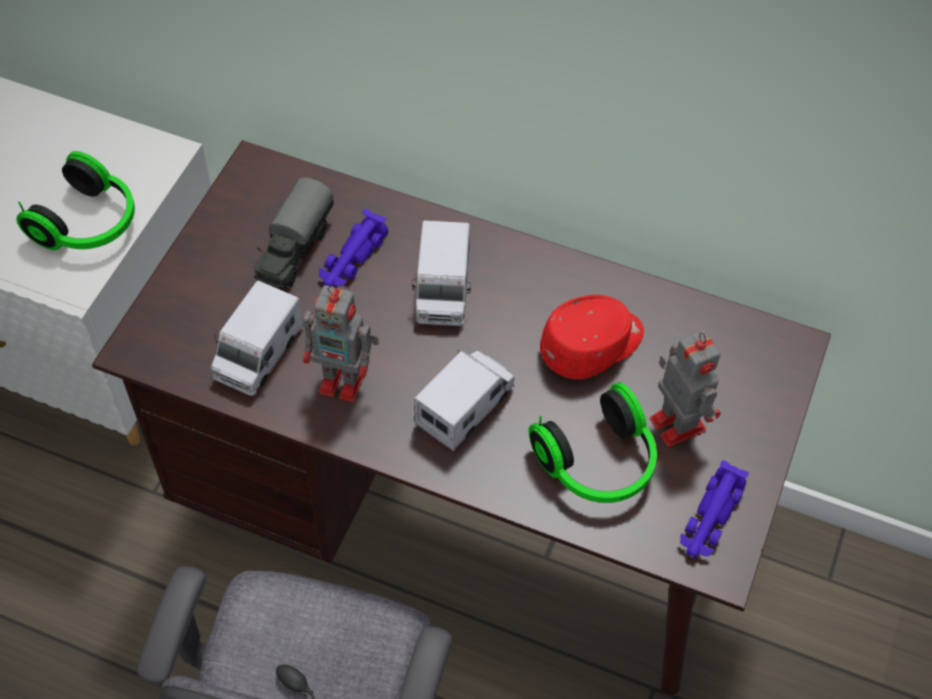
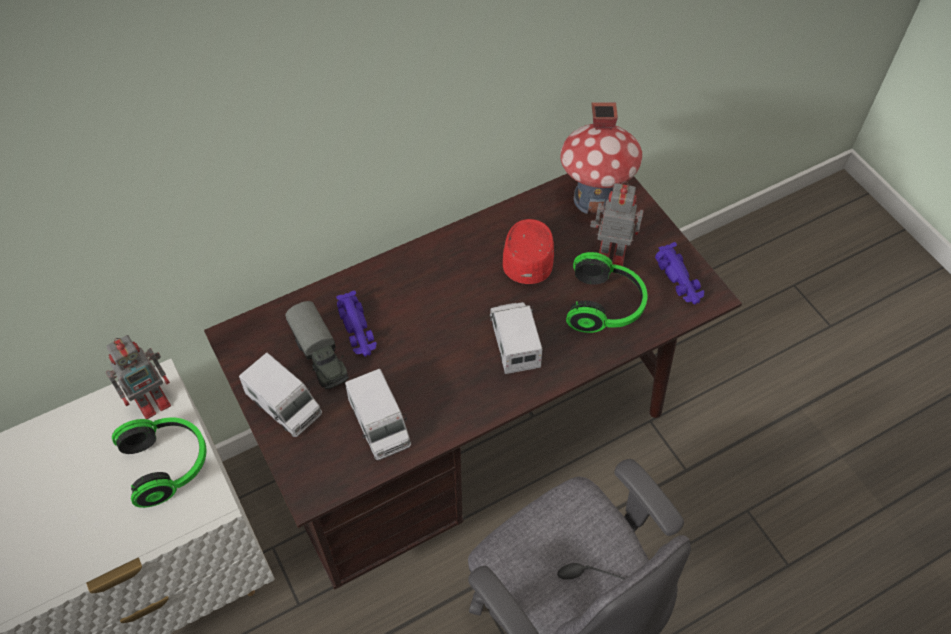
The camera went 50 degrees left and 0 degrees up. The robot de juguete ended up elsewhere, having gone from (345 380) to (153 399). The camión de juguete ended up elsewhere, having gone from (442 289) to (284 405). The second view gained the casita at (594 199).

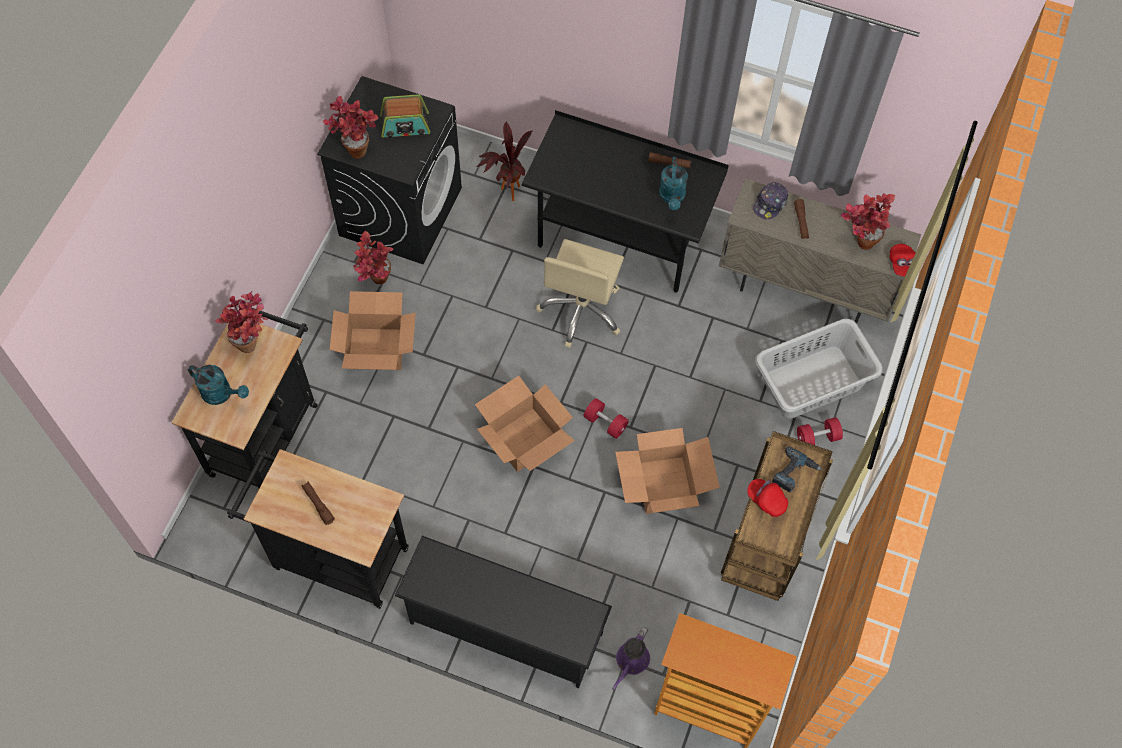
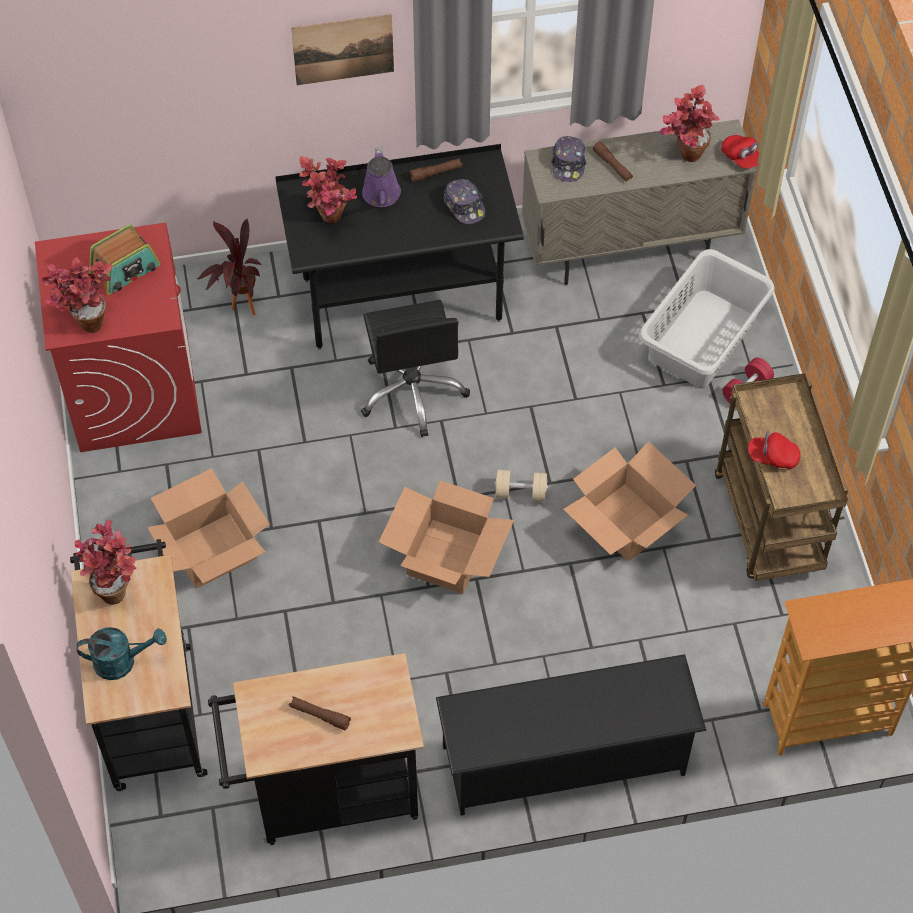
The camera went 30 degrees left and 5 degrees down. What was the lavadora/negro at (400 211) turned into the lavadora/rojo at (133 389). The planta en maceta ended up elsewhere, having gone from (375 282) to (330 222). What was the silla de oficina/beis at (582 310) turned into the silla de oficina/negro at (413 391). What was the mancuerna/rojo at (605 423) turned into the mancuerna/beis at (520 493). The regadera/morado ended up elsewhere, having gone from (631 661) to (381 196). Where the regadera/turquesa stood at (672 197), the gorra came to stand at (464 206). The second view lost the taladro at (794 473). The second view gained the cuadro at (343 49).

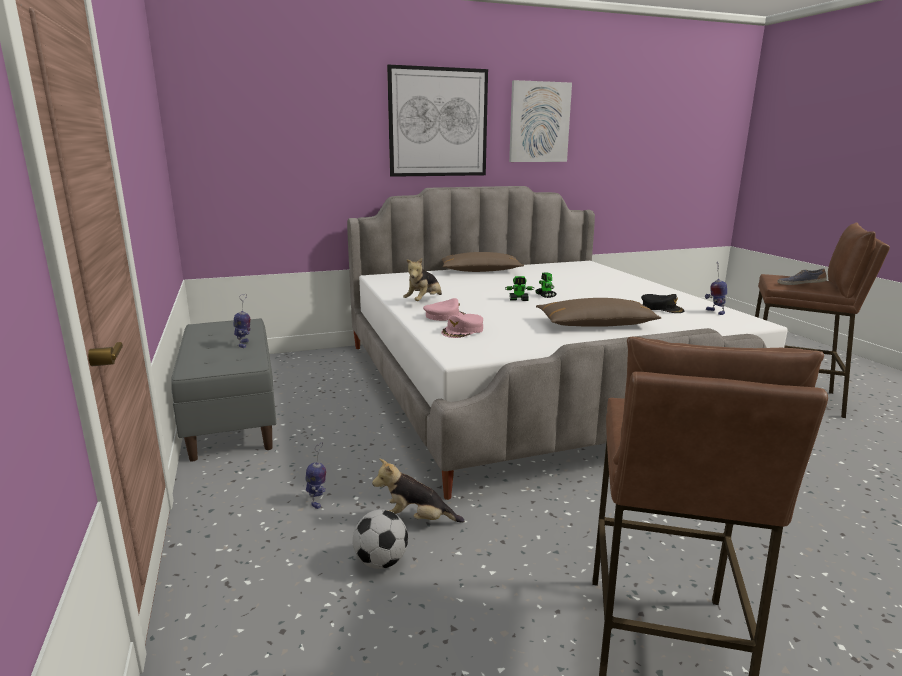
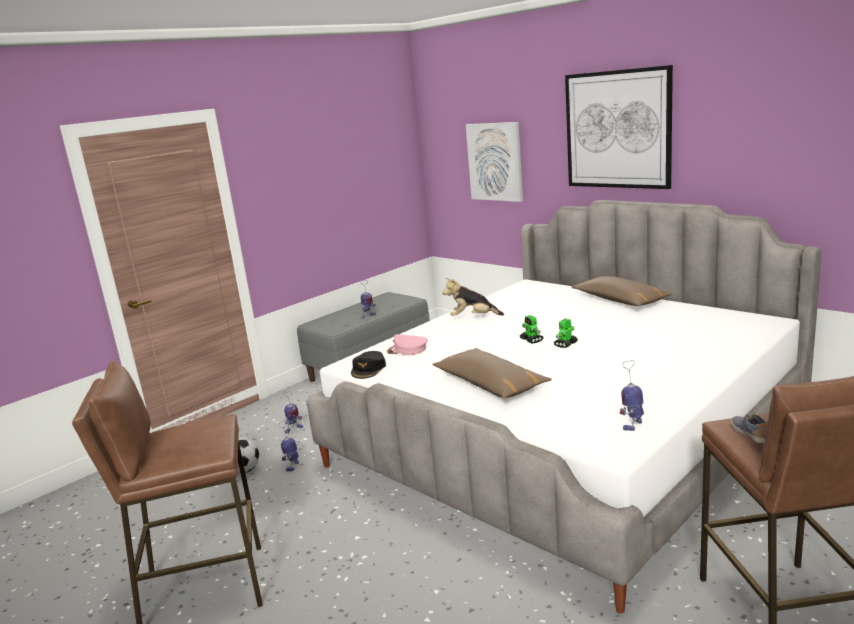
The camera went 65 degrees right and 0 degrees up. Where the peluche stood at (416 520), the robot de juguete came to stand at (293 465). The second view lost the gorra/rosa at (445 316). The cuadro ended up elsewhere, having gone from (539 122) to (495 161). The gorra/negro ended up elsewhere, having gone from (662 308) to (368 369).

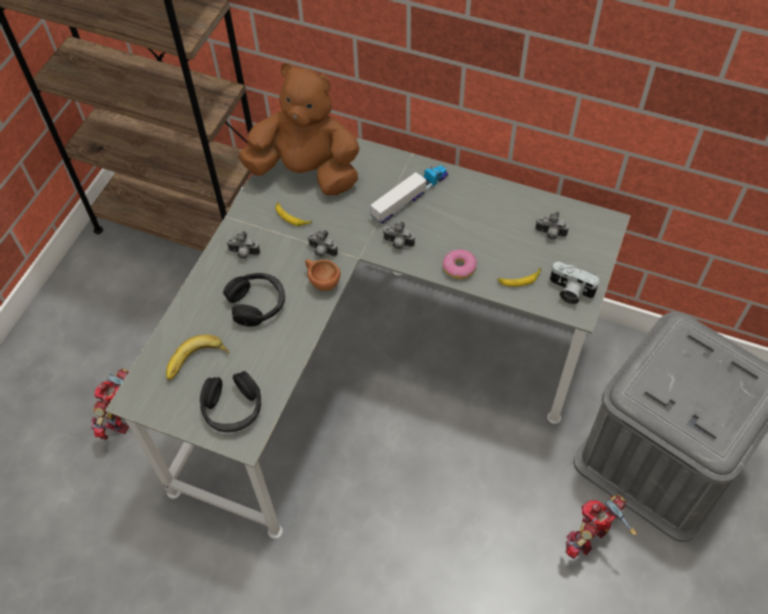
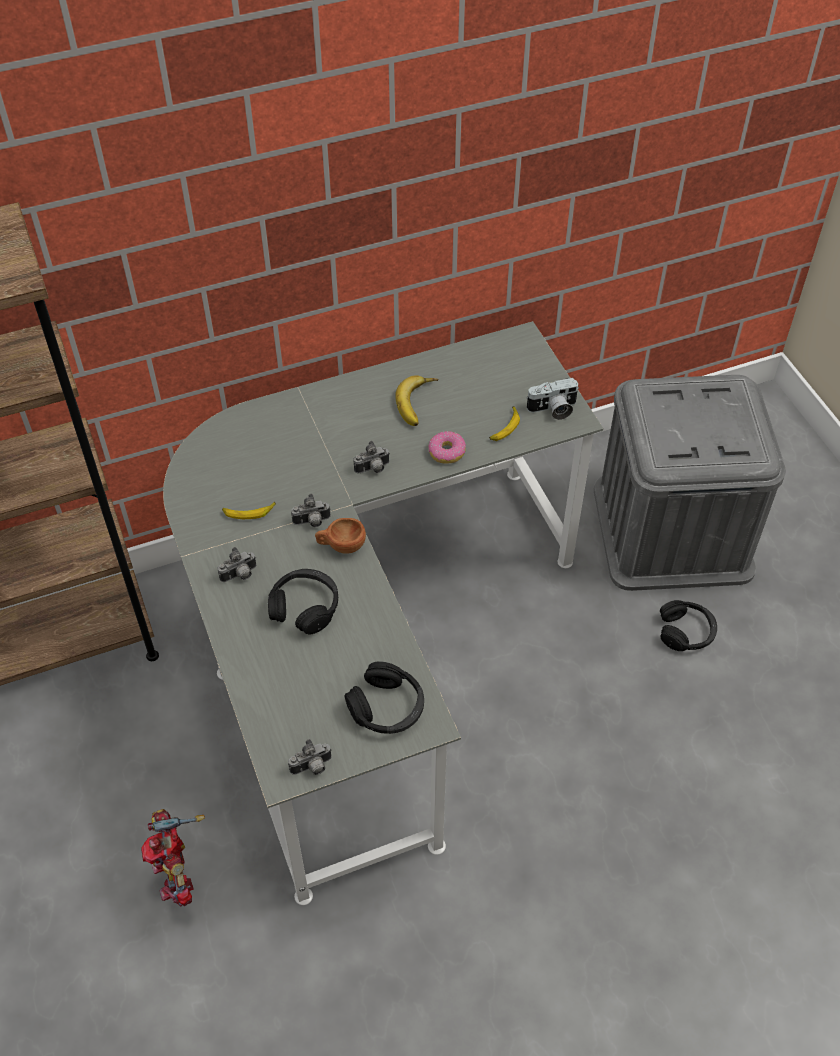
The camera went 45 degrees left and 5 degrees down. The plátano ended up elsewhere, having gone from (197 363) to (419 404). The second view lost the peluche/marrón at (306 172). The second view lost the camión de juguete at (410 197). The cámara ended up elsewhere, having gone from (550 234) to (312 767). Where the robot de juguete stood at (590 537), the auriculares/negro came to stand at (686 632).

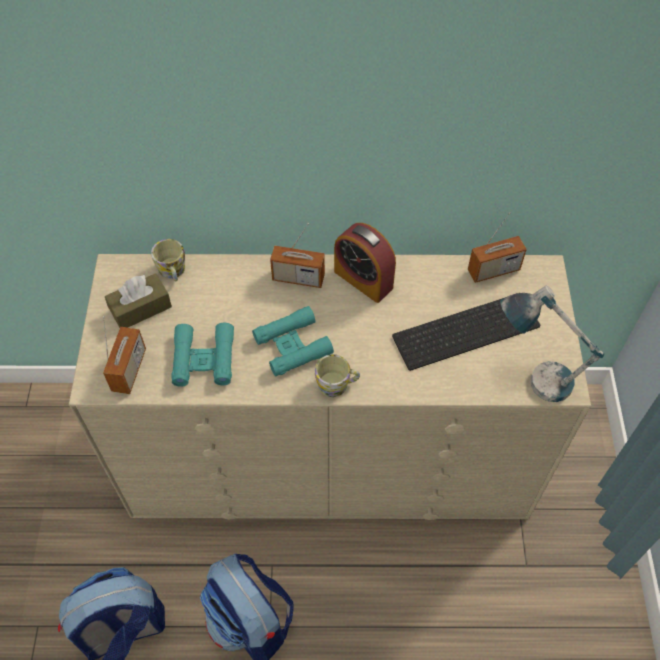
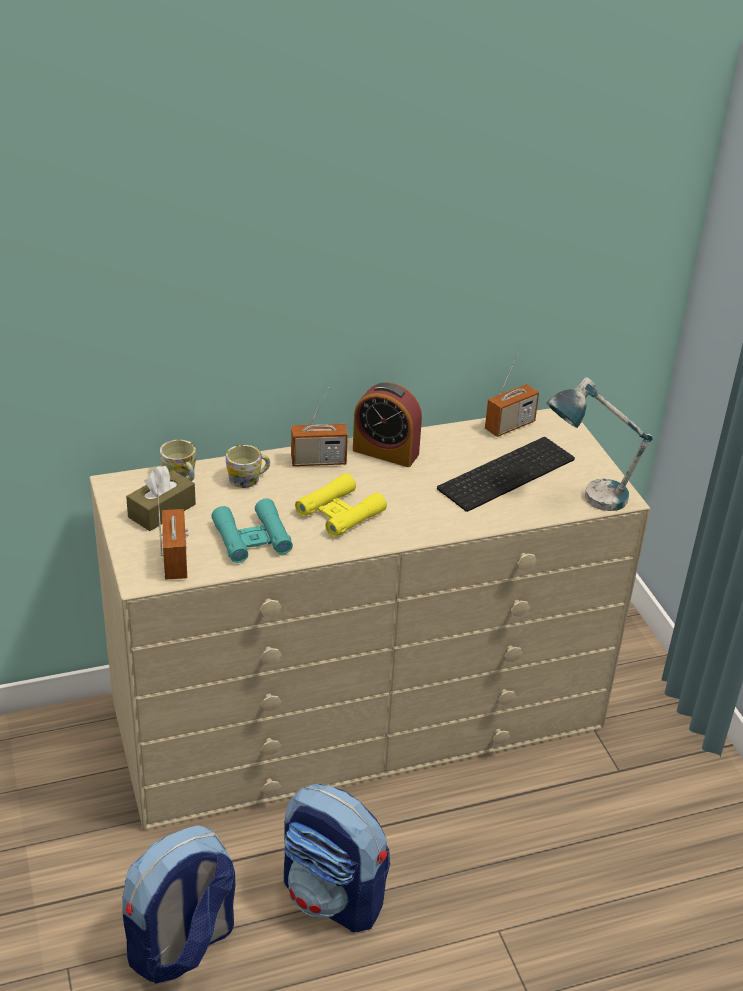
The camera went 20 degrees left and 20 degrees down. What was the prismáticos/turquesa at (292 346) turned into the prismáticos/amarillo at (340 513). The taza grande ended up elsewhere, having gone from (337 384) to (248 479).

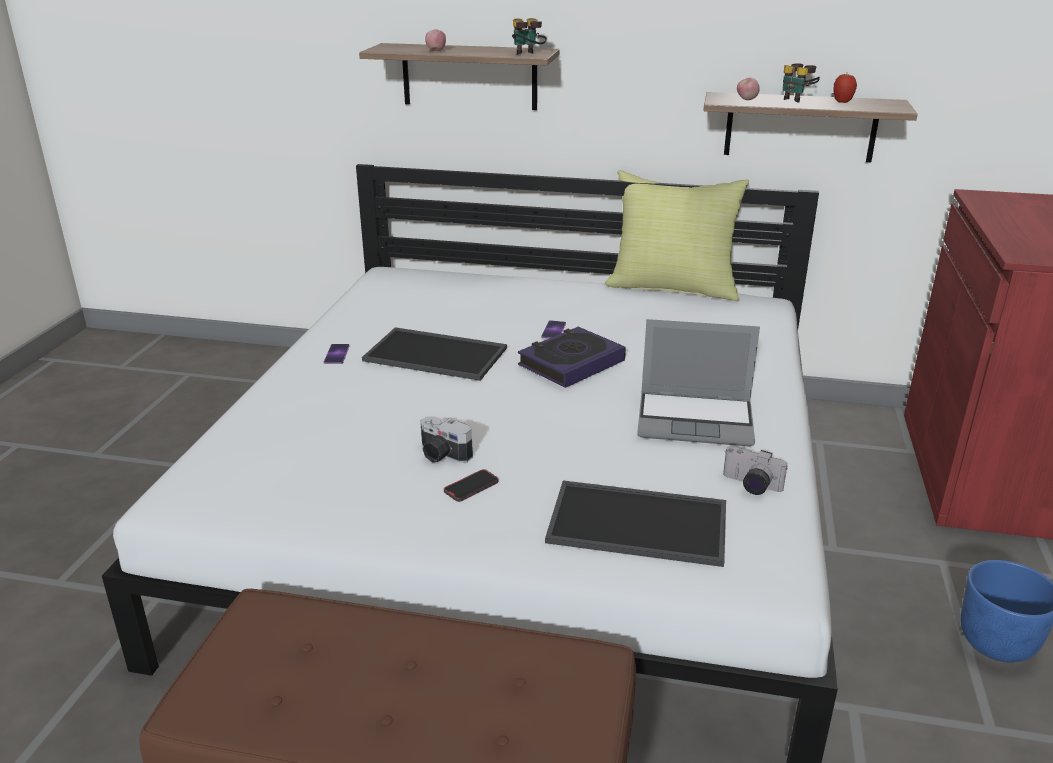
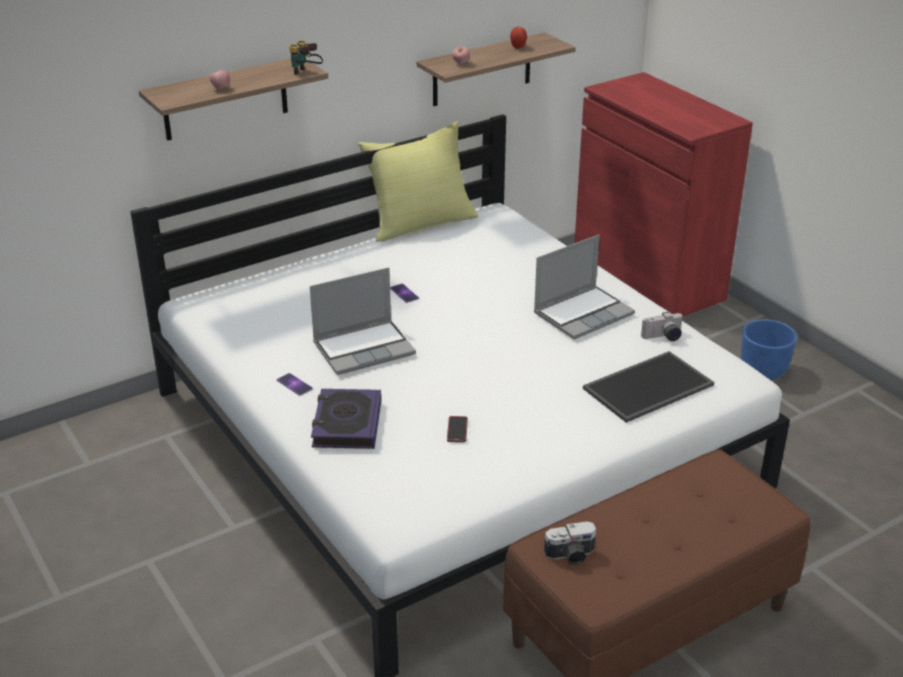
The camera went 45 degrees left and 5 degrees up. Where the bandeja stood at (437 354), the portátil came to stand at (364 348). The cámara ended up elsewhere, having gone from (442 455) to (571 556). The móvil ended up elsewhere, having gone from (471 487) to (457 431). The libro ended up elsewhere, having gone from (571 363) to (346 424). The second view lost the prismáticos at (796 100).

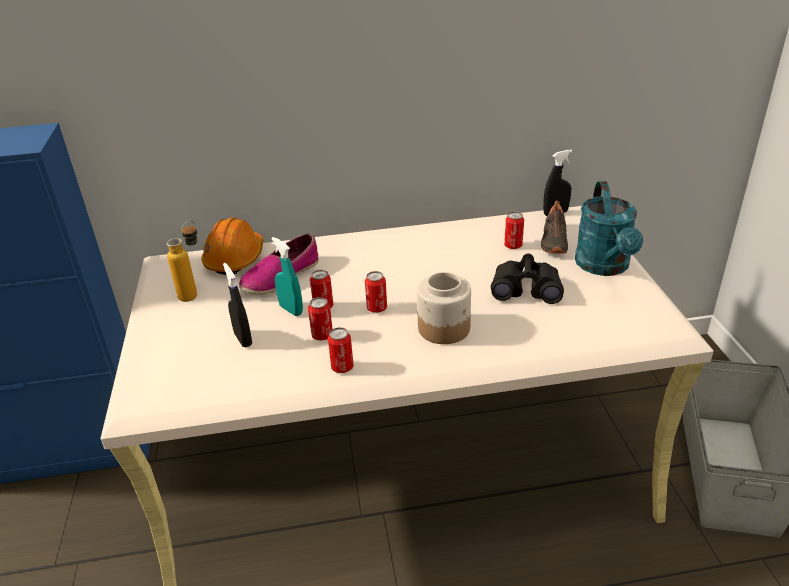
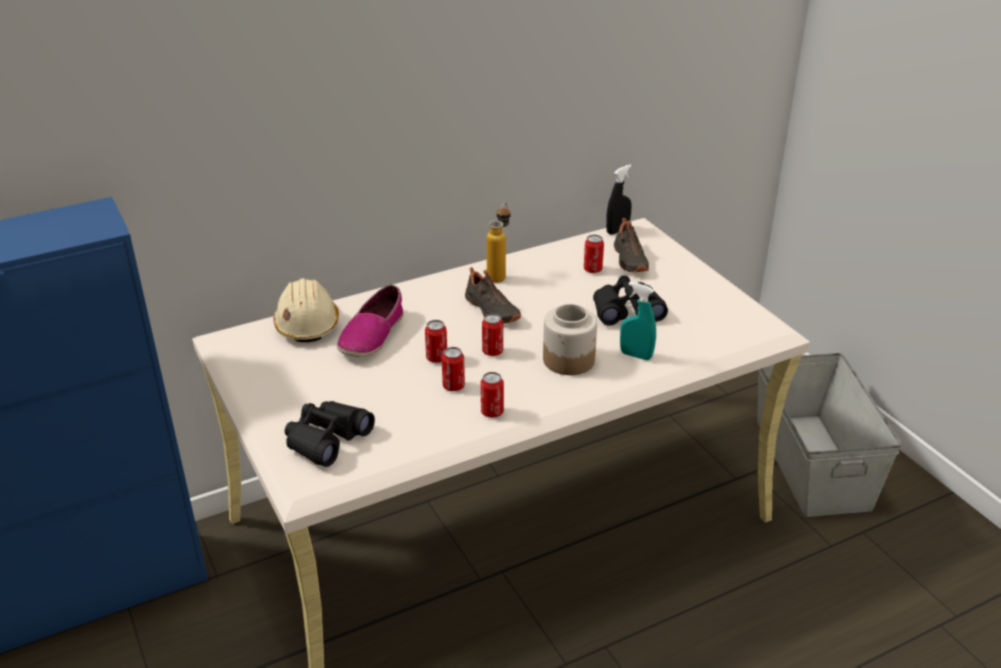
The camera went 20 degrees left and 0 degrees up. The botella ended up elsewhere, having gone from (194 293) to (499 275). What was the casco/naranja at (235 259) turned into the casco/beis at (307 324). The second view lost the pulverizador/negro at (243 339). The pulverizador/turquesa ended up elsewhere, having gone from (291 310) to (636 355). The second view lost the regadera/turquesa at (605 267). The second view gained the prismáticos/negro at (327 440). The second view gained the zapato/negro at (490 311).

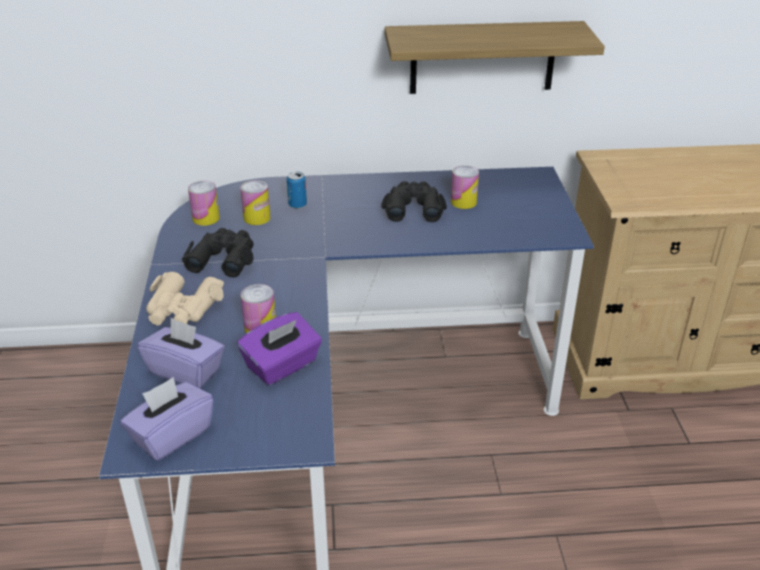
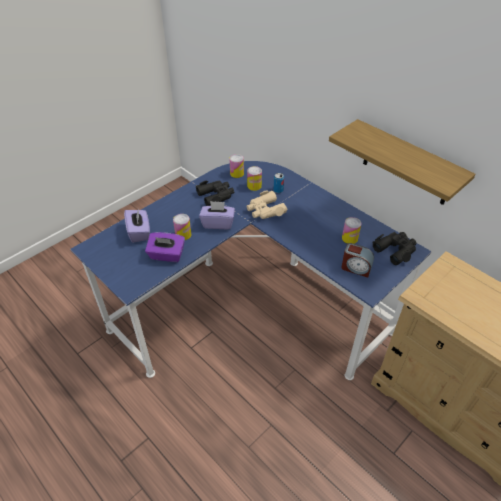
The camera went 50 degrees right and 10 degrees up. The caja de pañuelos/morado ended up elsewhere, having gone from (171 435) to (218 223). The prismáticos/beis ended up elsewhere, having gone from (182 309) to (265 210). The prismáticos/negro ended up elsewhere, having gone from (413 207) to (395 250). The second view gained the despertador at (356 268).

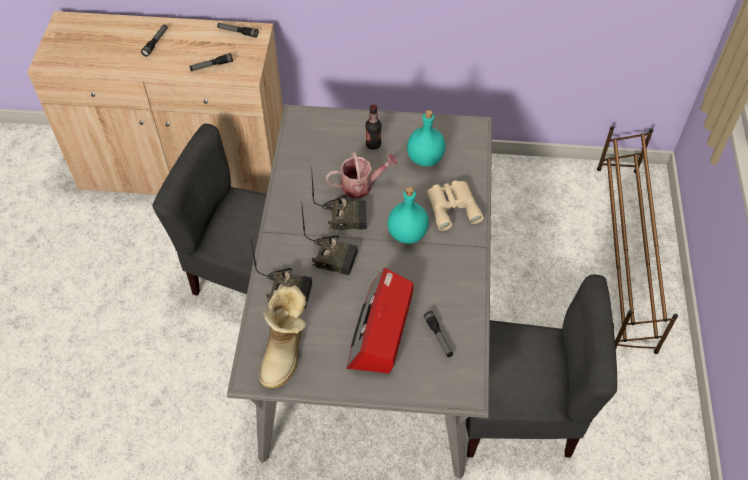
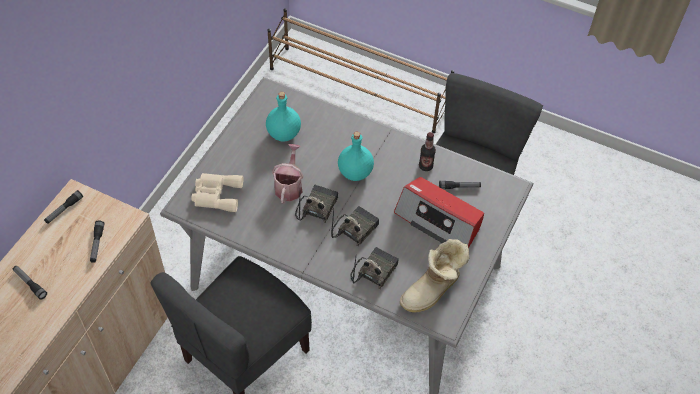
The camera went 70 degrees left and 0 degrees up. The bota at (286 352) ended up facing another way, 105 degrees clockwise from before. The botella ended up elsewhere, having gone from (373 144) to (425 166). The prismáticos/beis ended up elsewhere, having gone from (452 206) to (216 194).

